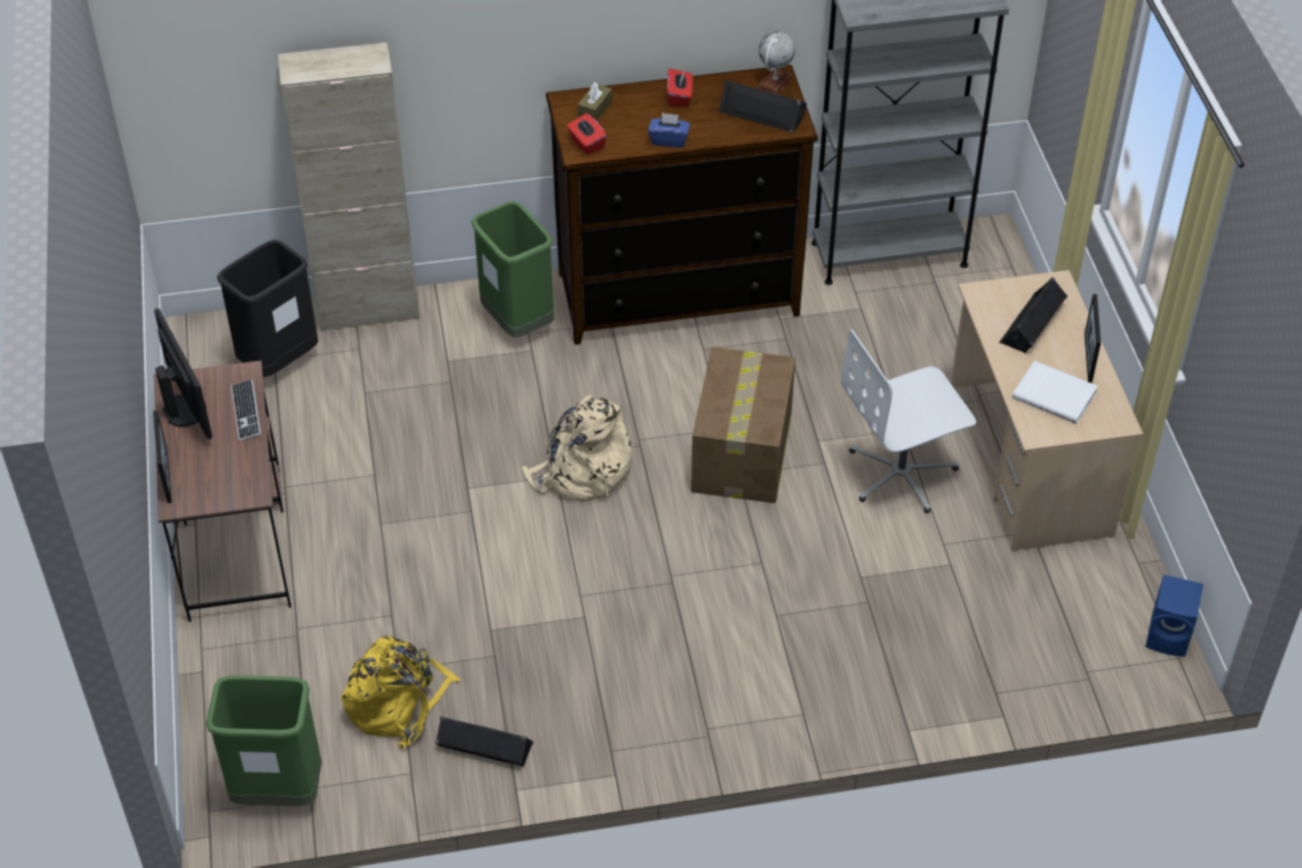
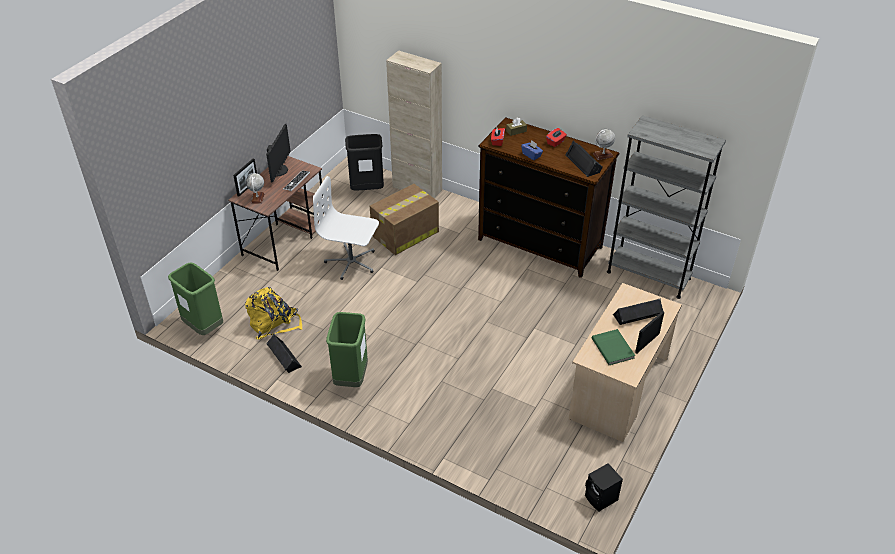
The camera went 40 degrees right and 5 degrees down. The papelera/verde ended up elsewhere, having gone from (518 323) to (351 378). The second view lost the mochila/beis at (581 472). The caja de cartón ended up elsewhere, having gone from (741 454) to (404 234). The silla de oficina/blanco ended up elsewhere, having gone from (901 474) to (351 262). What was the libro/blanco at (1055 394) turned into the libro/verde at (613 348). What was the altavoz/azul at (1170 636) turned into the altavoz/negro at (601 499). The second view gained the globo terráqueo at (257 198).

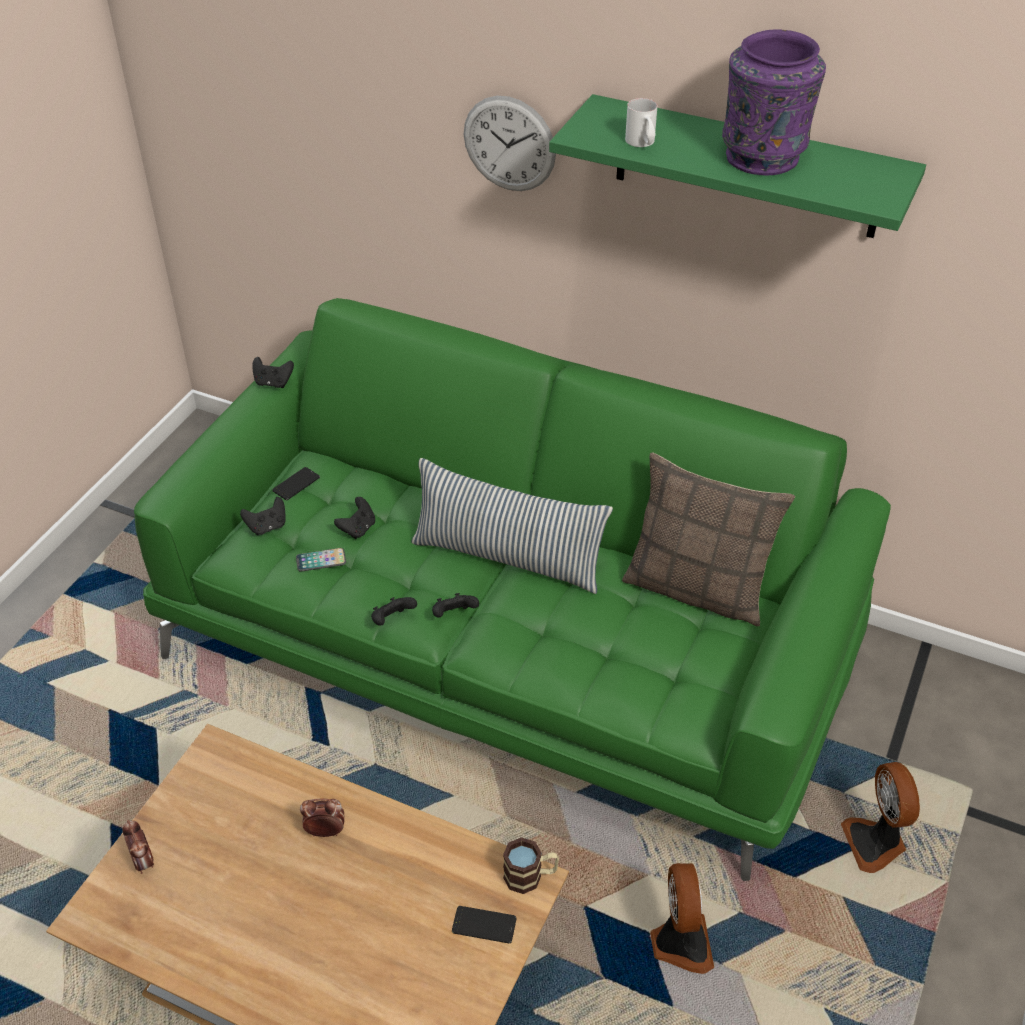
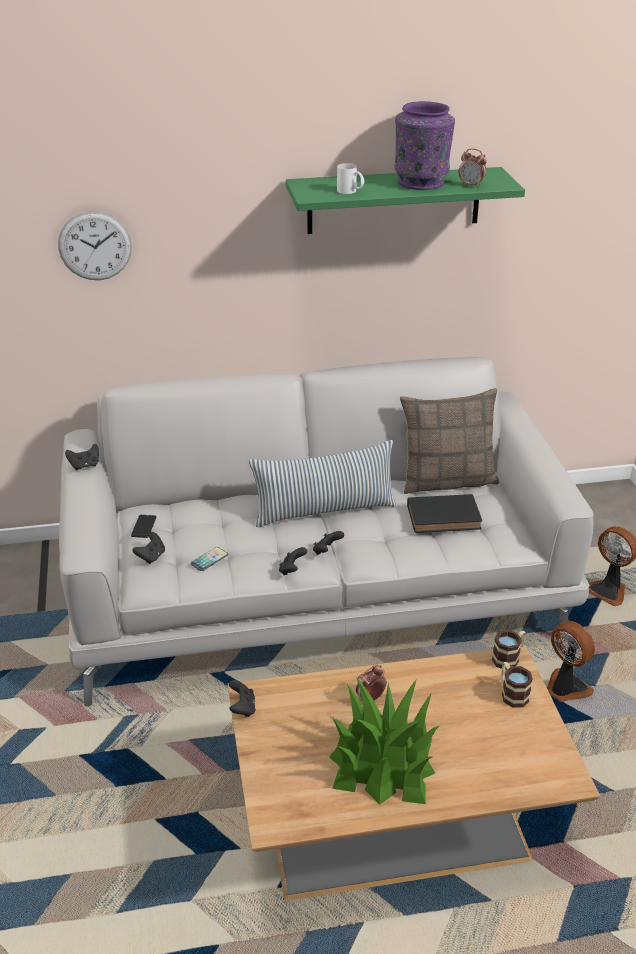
The camera went 35 degrees left and 10 degrees down. The despertador ended up elsewhere, having gone from (143 861) to (471 185). What was the sofá/verde at (512 643) turned into the sofá/gris at (317 589). The mando de consola/negro ended up elsewhere, having gone from (358 529) to (242 708). Where the móvil stood at (484 925), the taza grande came to stand at (511 693). The reloj de pared ended up elsewhere, having gone from (509 144) to (95 246). The second view gained the planta en maceta at (383 763). The second view gained the libro/negro at (445 517).

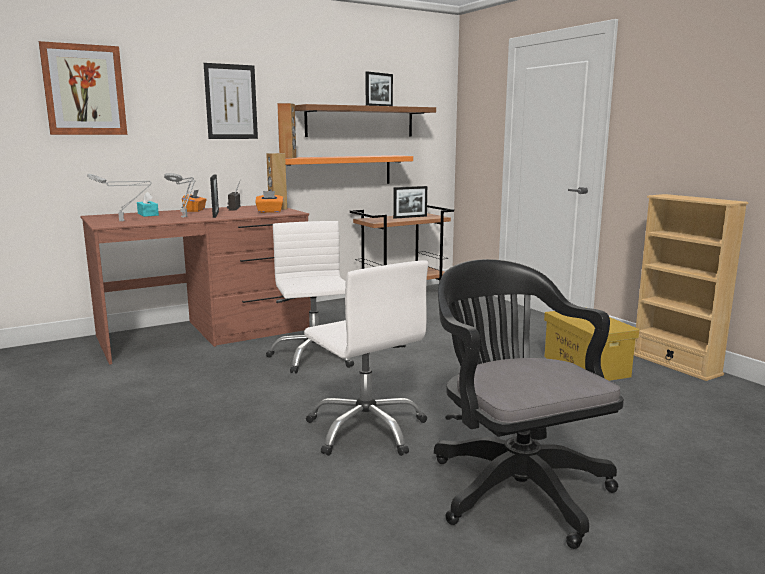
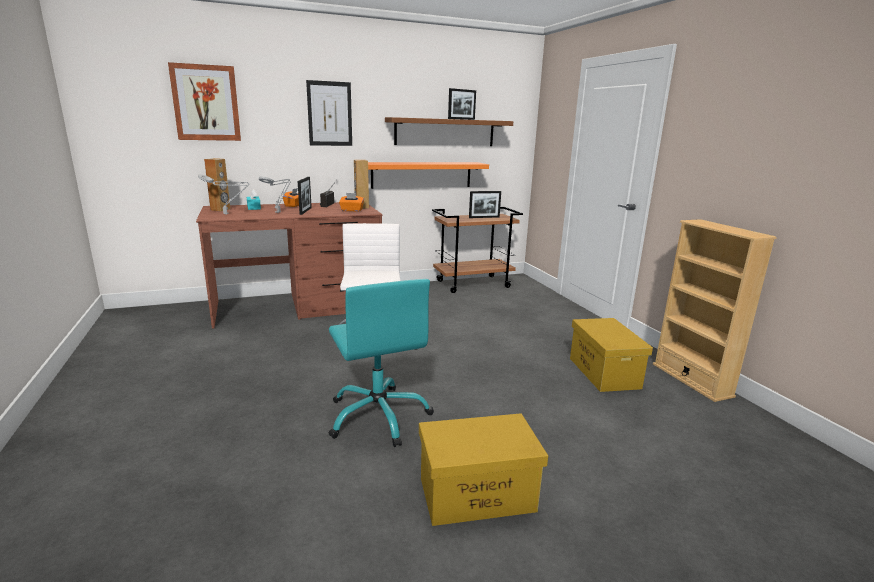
The camera went 10 degrees right and 5 degrees up. The altavoz/marrón ended up elsewhere, having gone from (288 158) to (220 209). What was the silla de oficina/blanco at (367 429) turned into the silla de oficina/turquesa at (379 416). Where the silla de oficina/negro stood at (514 485), the caja de almacenaje/amarillo came to stand at (477 494).

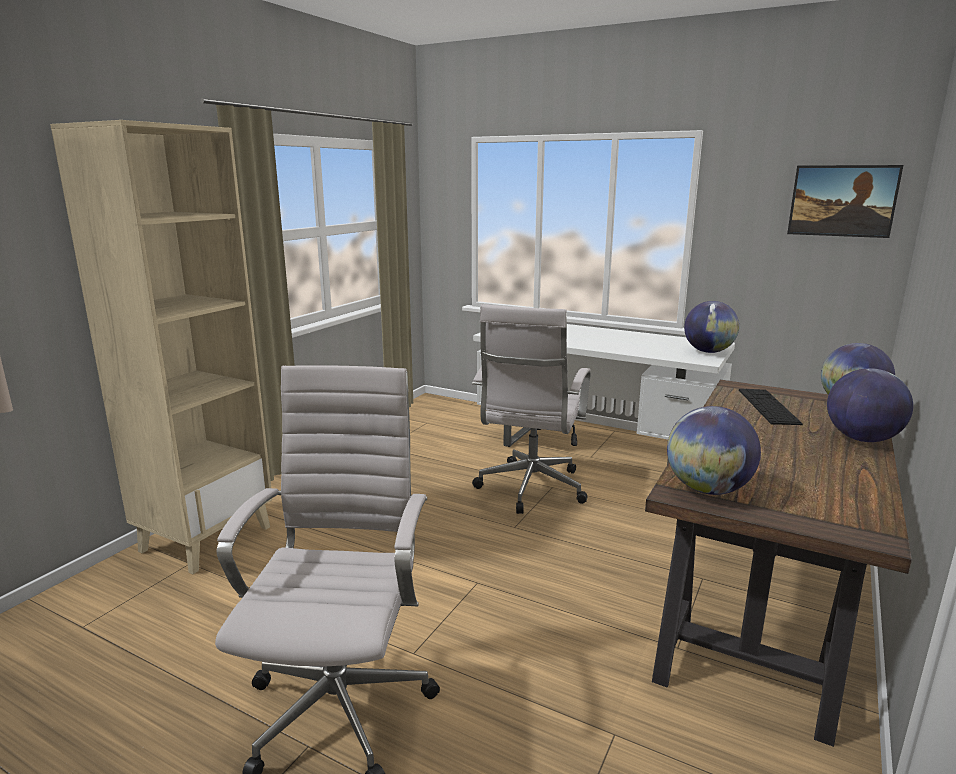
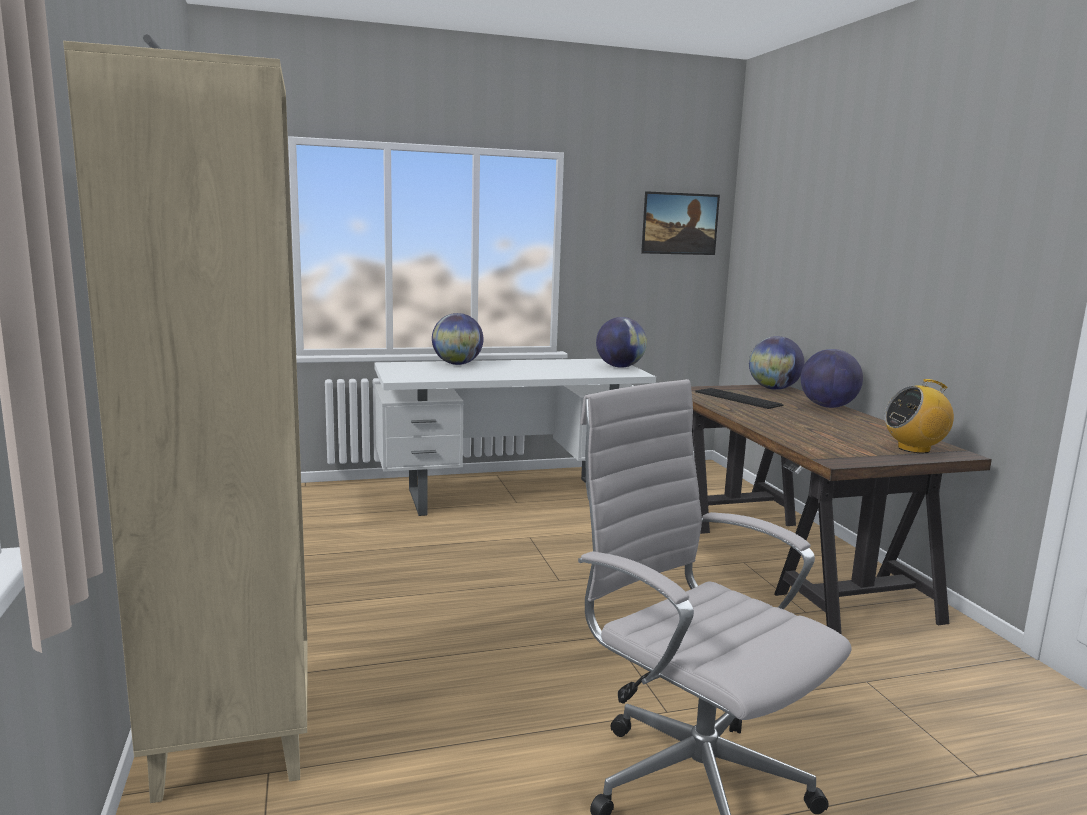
The camera went 45 degrees left and 5 degrees down. The second view lost the silla de oficina/blanco at (530 490). The globo terráqueo ended up elsewhere, having gone from (708 489) to (457 364). The second view gained the radio at (914 449).

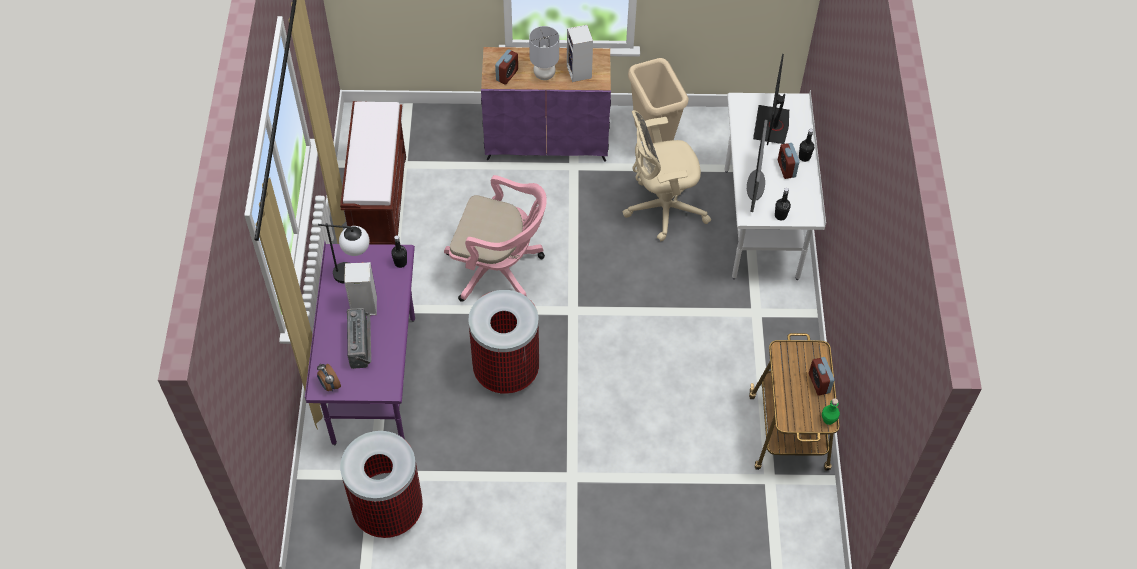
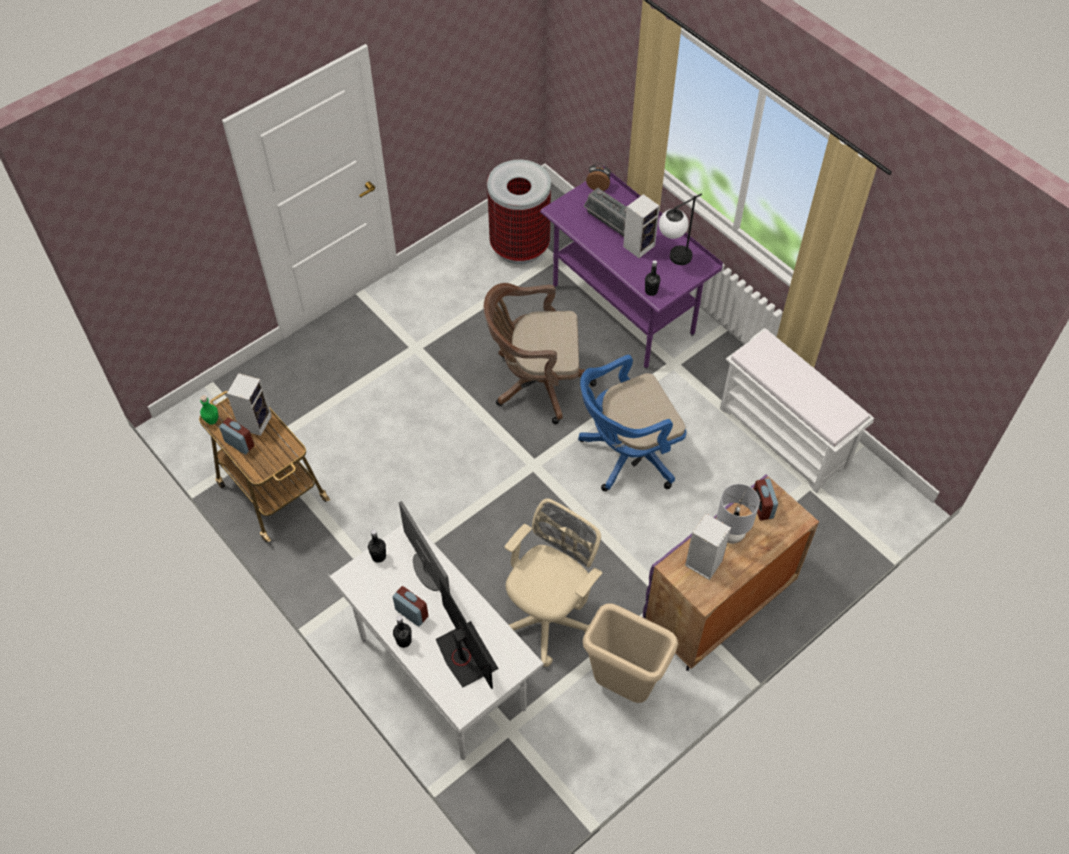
The camera went 140 degrees right and 0 degrees up. What was the banco/marrón at (379 202) turned into the banco/blanco at (785 437). What was the silla de oficina/rosa at (499 269) turned into the silla de oficina/azul at (626 454). Where the papelera stood at (506 371), the silla de oficina/marrón came to stand at (536 382). The second view gained the altavoz at (255 421).

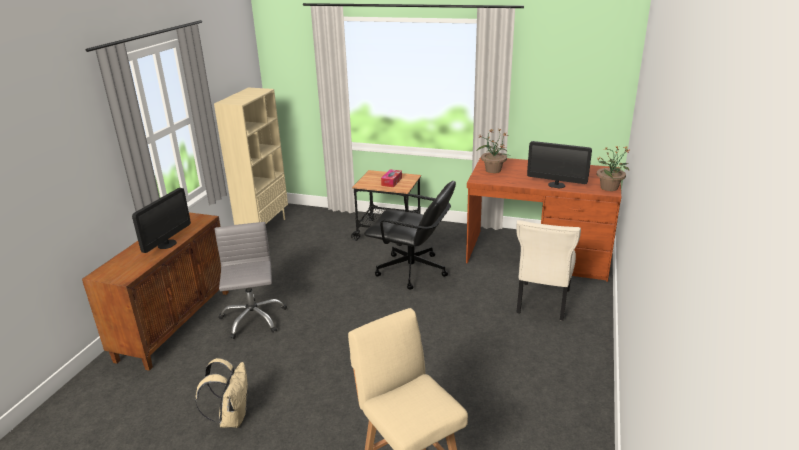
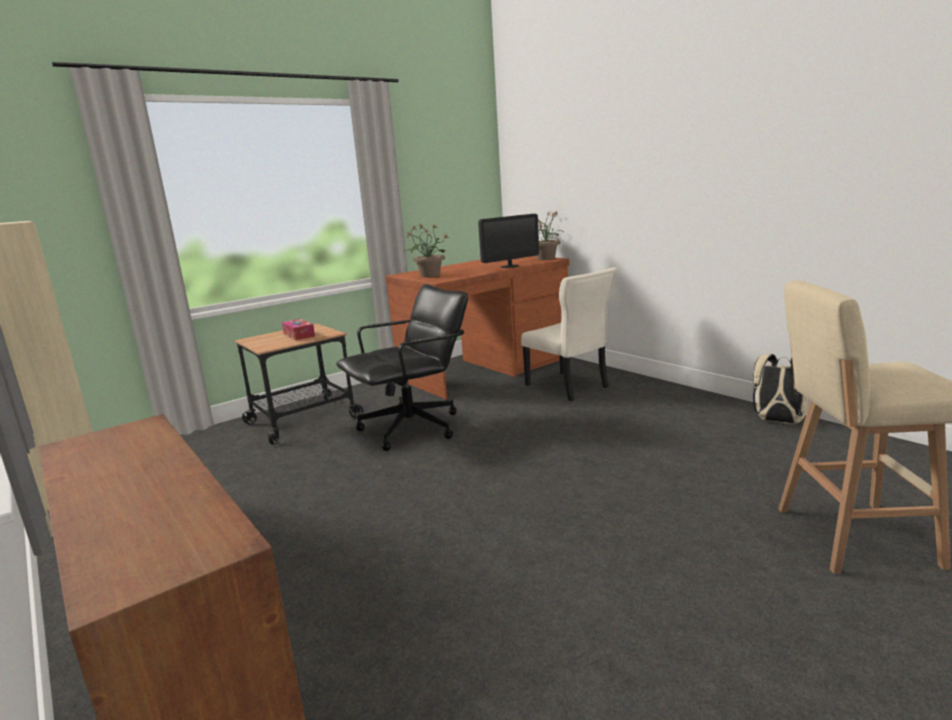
The camera went 55 degrees left and 10 degrees down. The second view lost the monitor at (167 244). The mochila/beis ended up elsewhere, having gone from (232 417) to (778 421). The second view lost the silla de oficina/gris at (253 319).

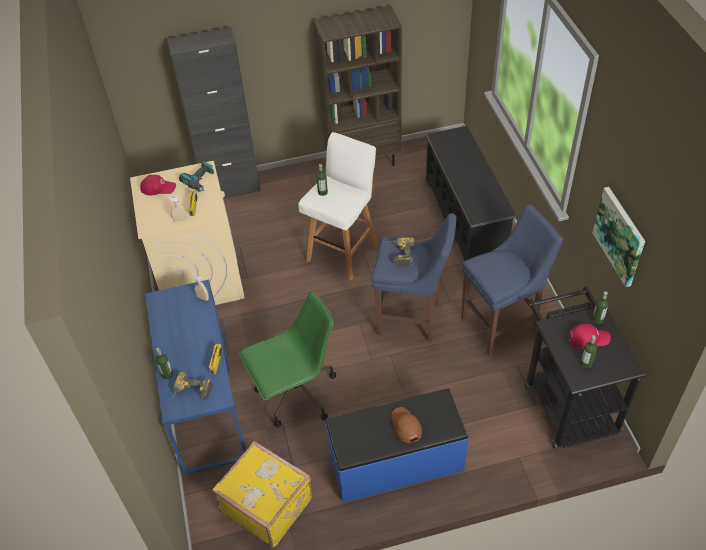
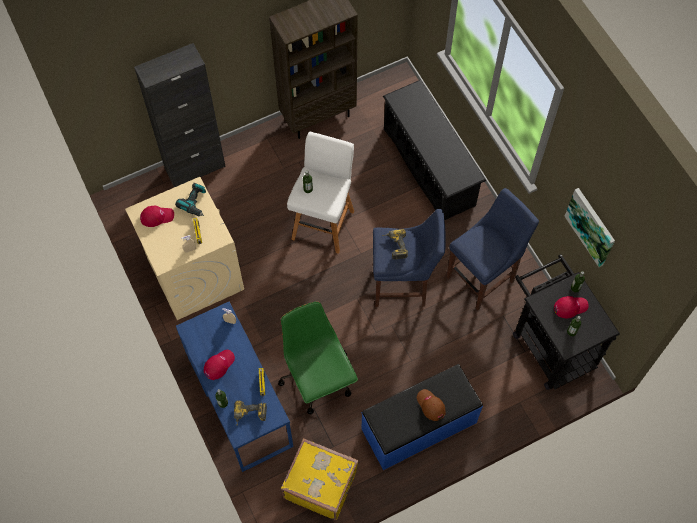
The camera went 15 degrees left and 15 degrees up. The silla de oficina/verde at (296 395) ended up facing another way, 75 degrees counterclockwise from before. The second view gained the gorra/rojo at (219 364).

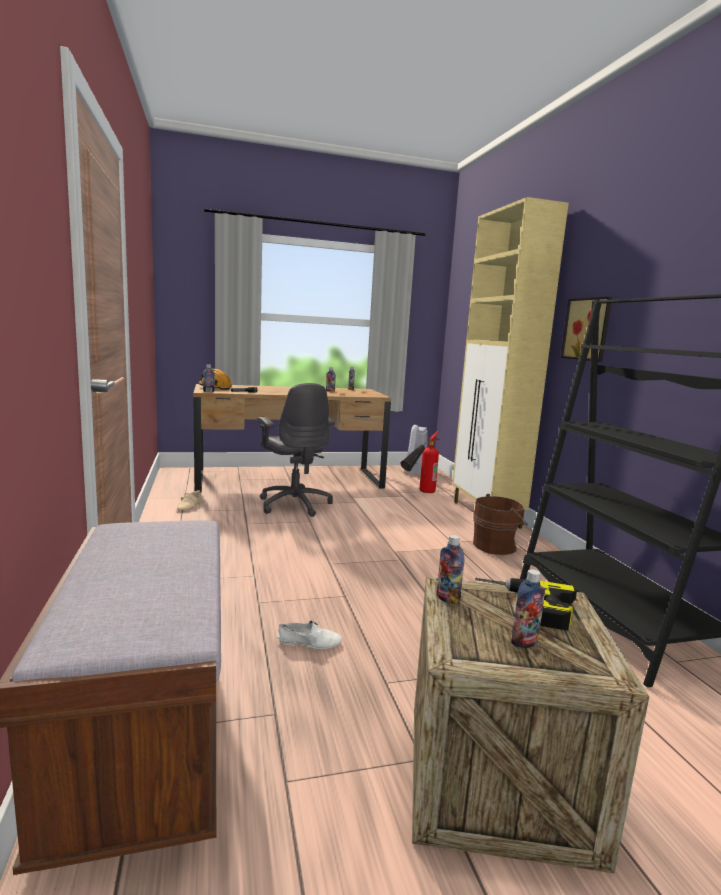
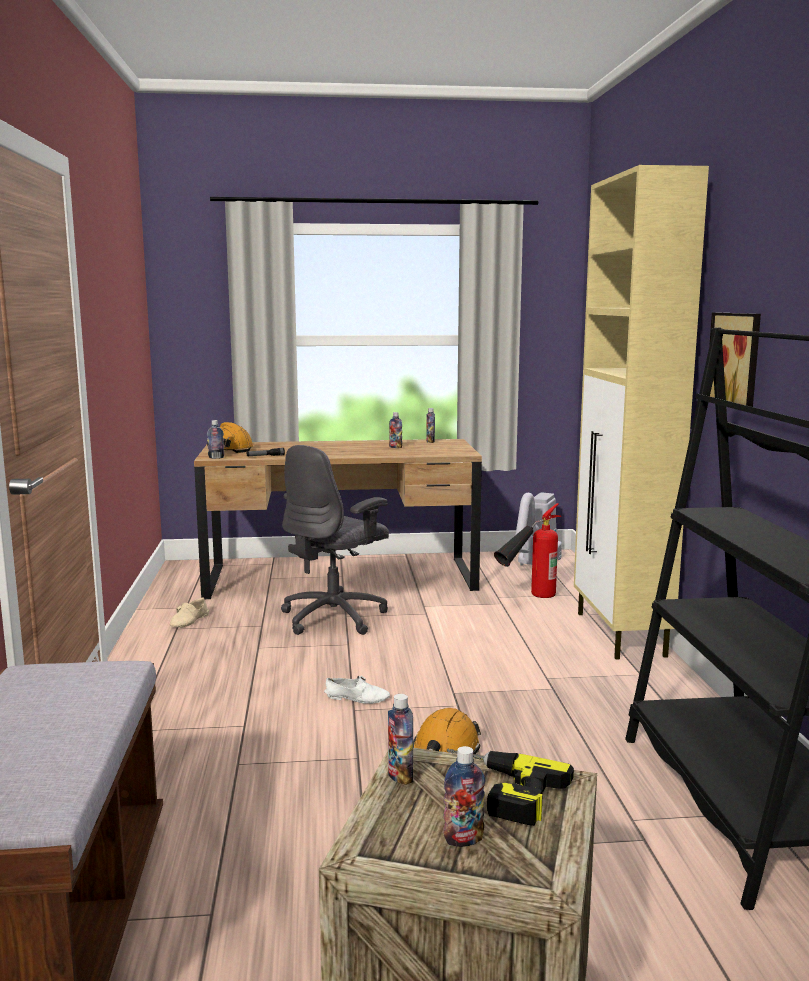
The camera went 10 degrees right and 0 degrees up. The silla de oficina/gris at (294 504) ended up facing another way, 60 degrees clockwise from before. The zapato/blanco ended up elsewhere, having gone from (309 642) to (357 697). The second view lost the cubo/marrón at (496 546). The second view gained the casco/naranja at (445 751).

